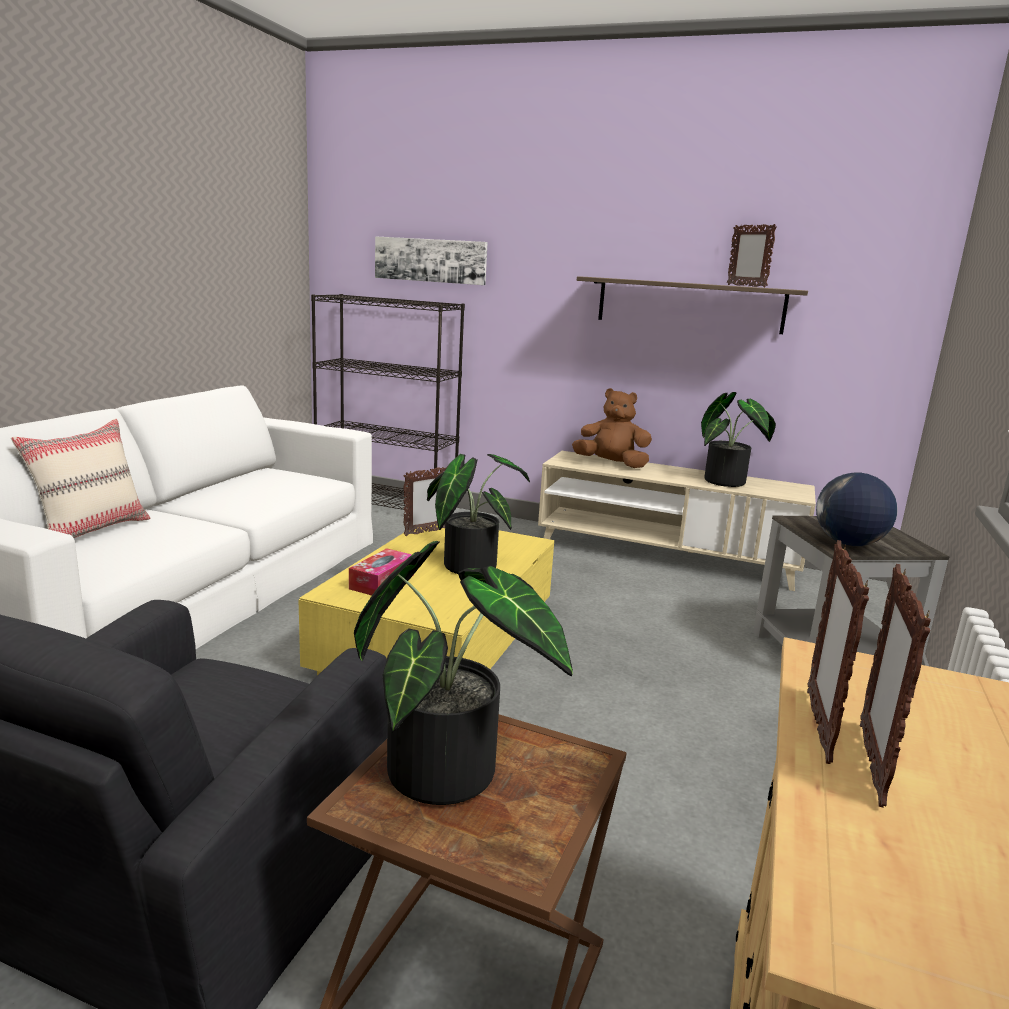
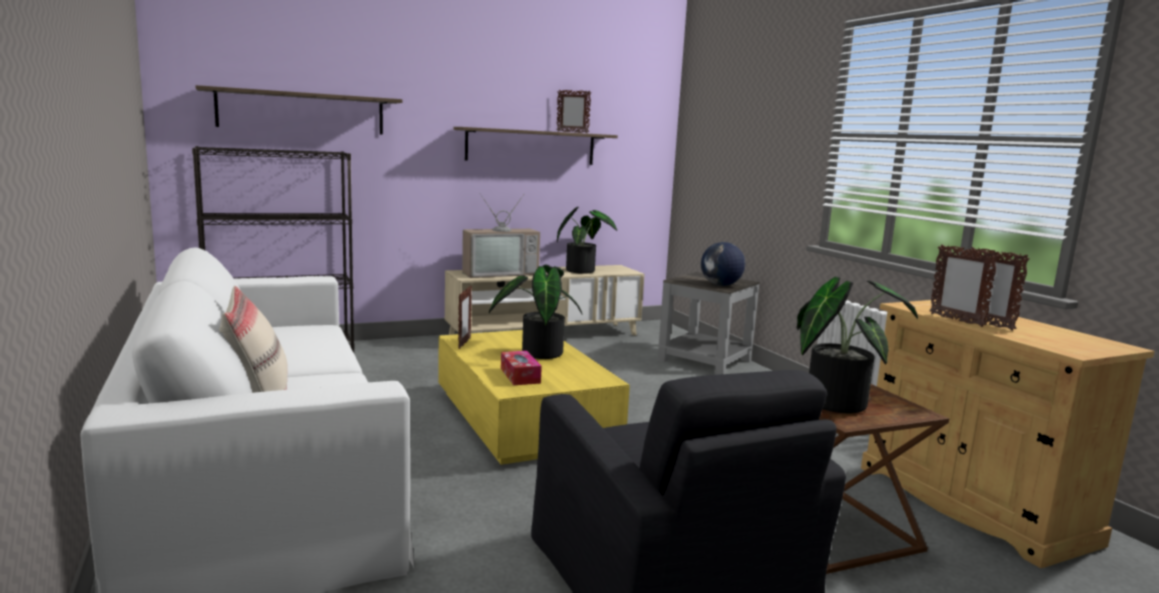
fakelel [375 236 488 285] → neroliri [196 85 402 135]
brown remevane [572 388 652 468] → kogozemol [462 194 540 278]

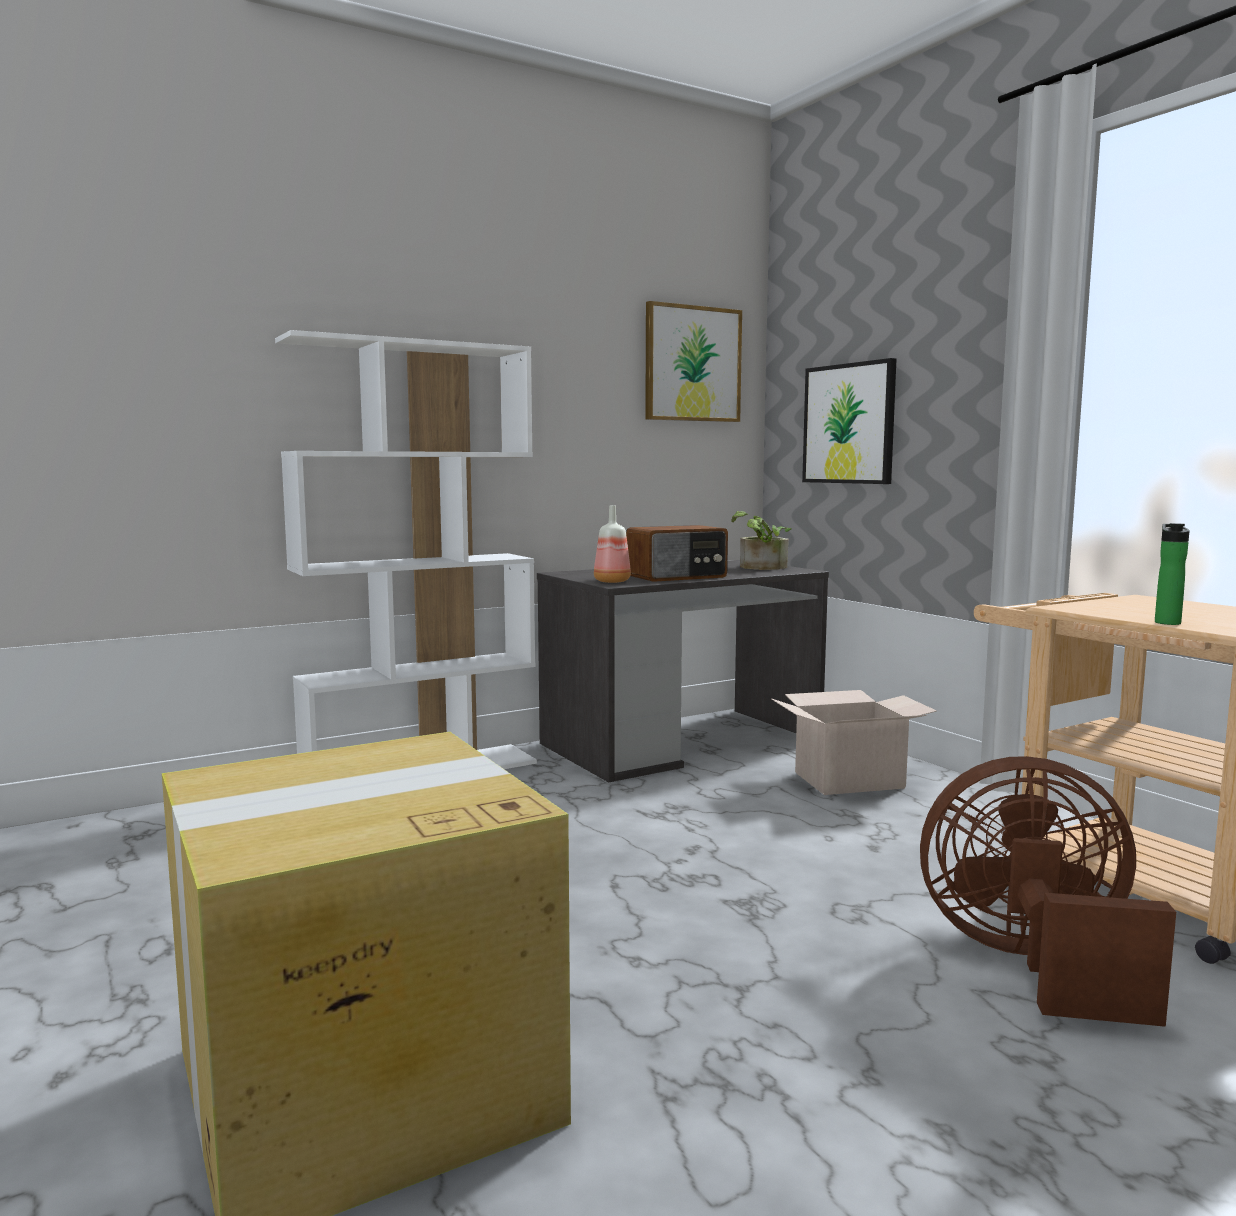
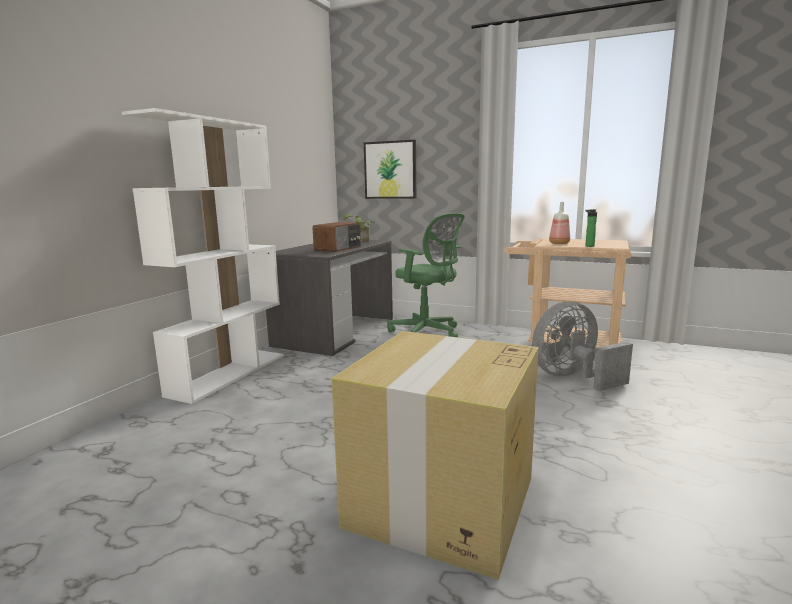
fakelel [645 301 742 422] → -
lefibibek [594 505 631 583] → lefibibek [549 202 570 244], relocated
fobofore [771 690 937 795] → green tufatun [387 213 465 337]
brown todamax [920 756 1176 1027] → grey todamax [532 302 633 391]

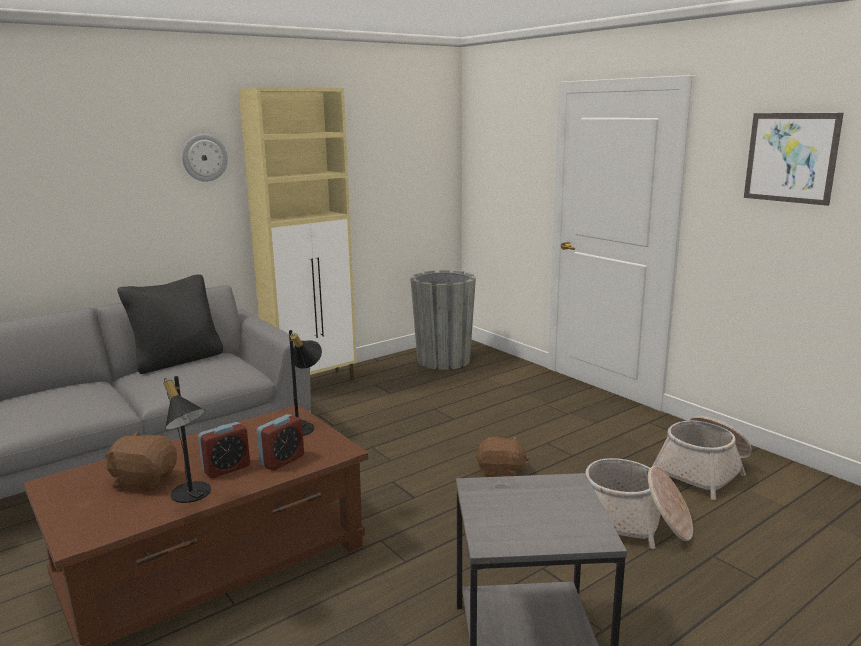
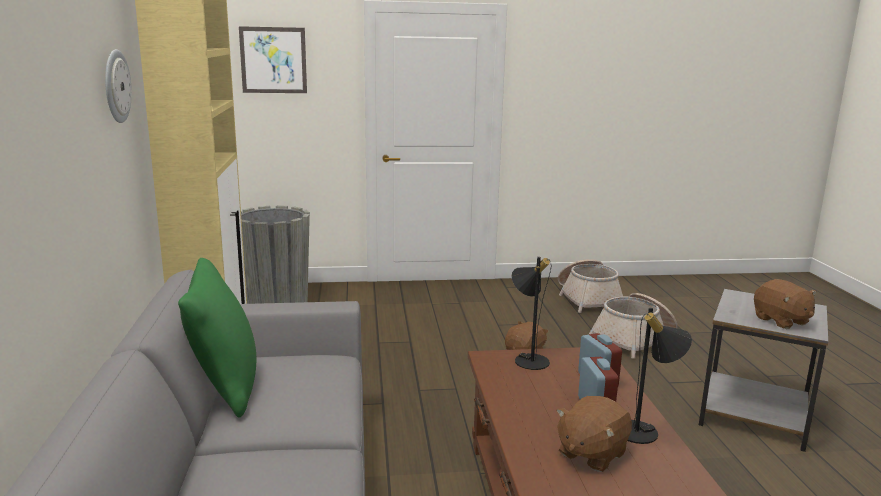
- → brown remevane [754 279 817 329]
fakelel [744 113 844 206] → fakelel [239 26 307 93], relocated
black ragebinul [117 274 223 374] → green ragebinul [178 258 256 417]

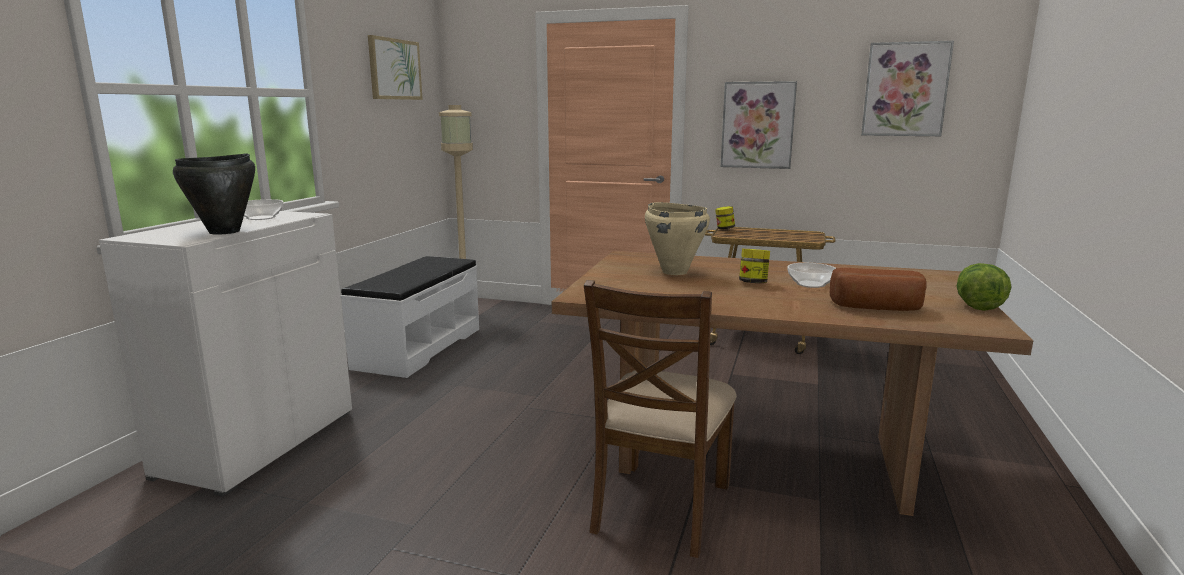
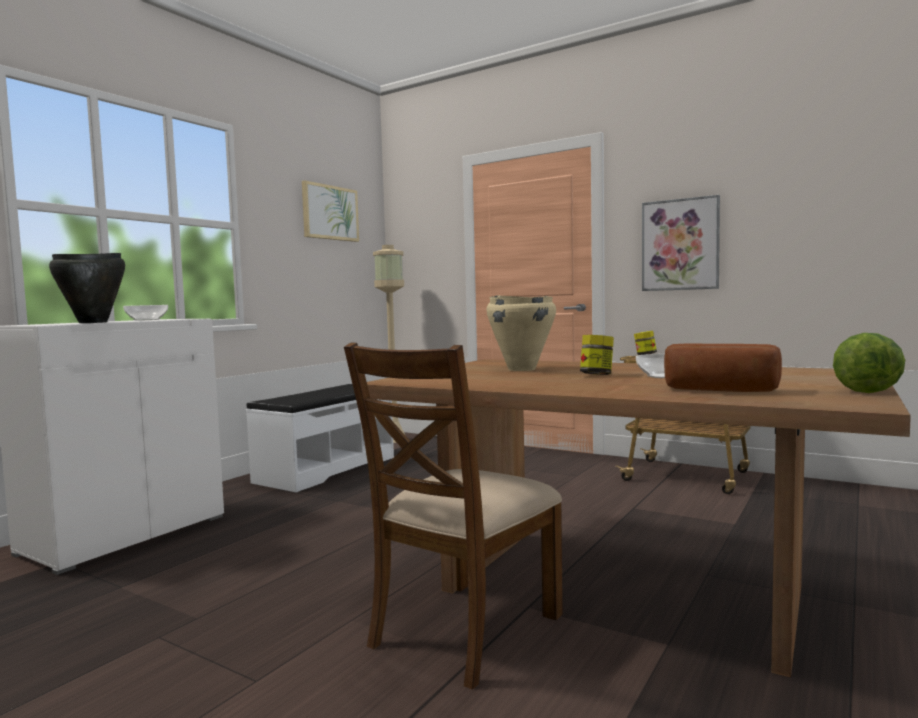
fakelel [861 41 954 136] → -

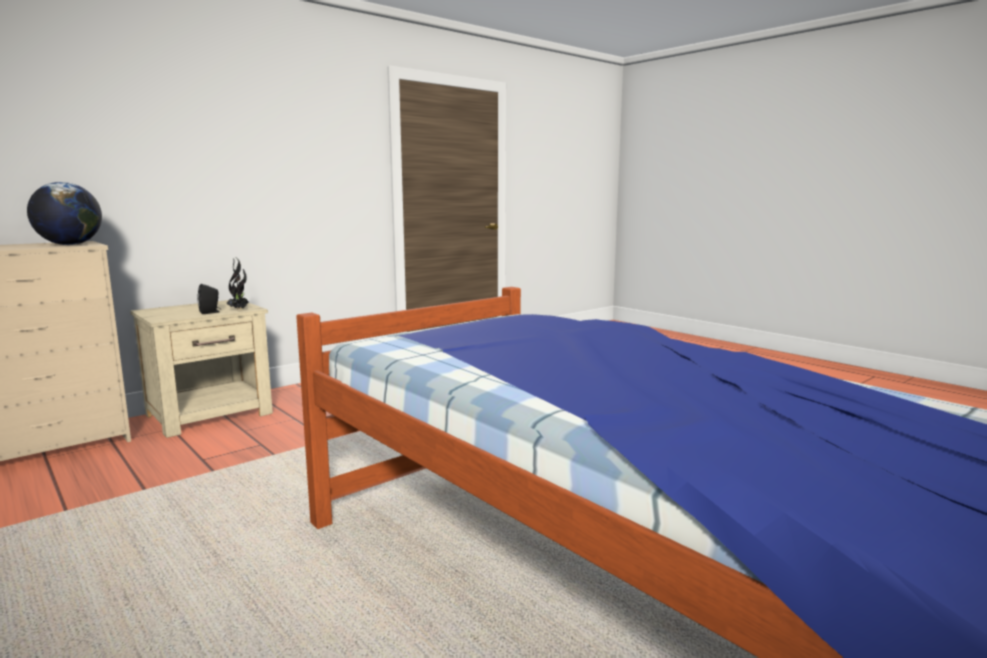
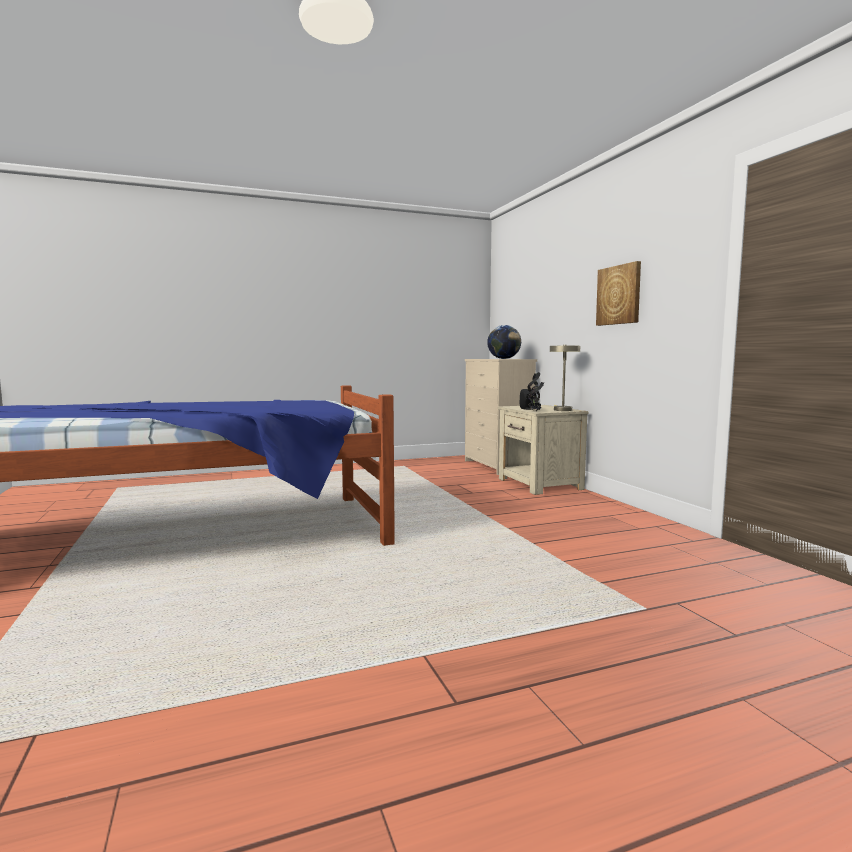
- → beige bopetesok [550 345 580 411]
- → fakelel [596 261 641 326]

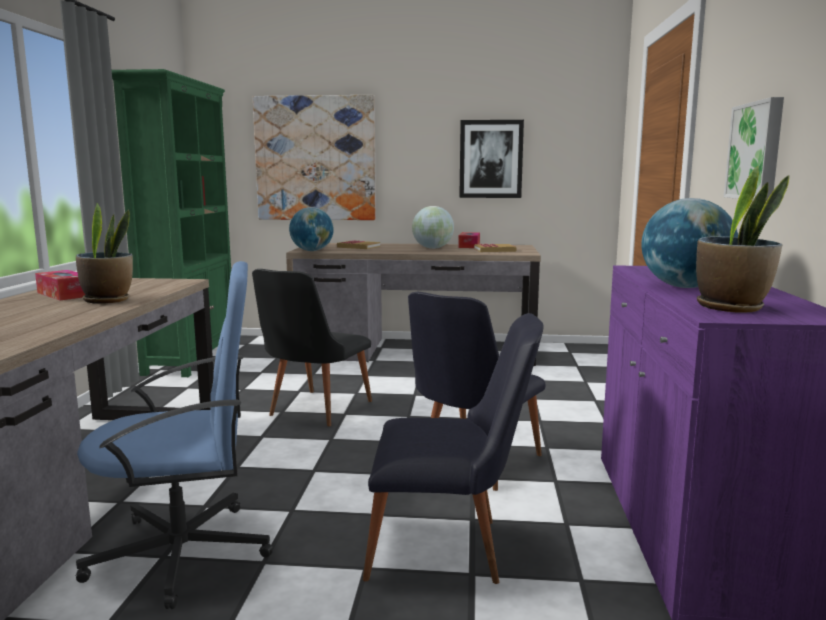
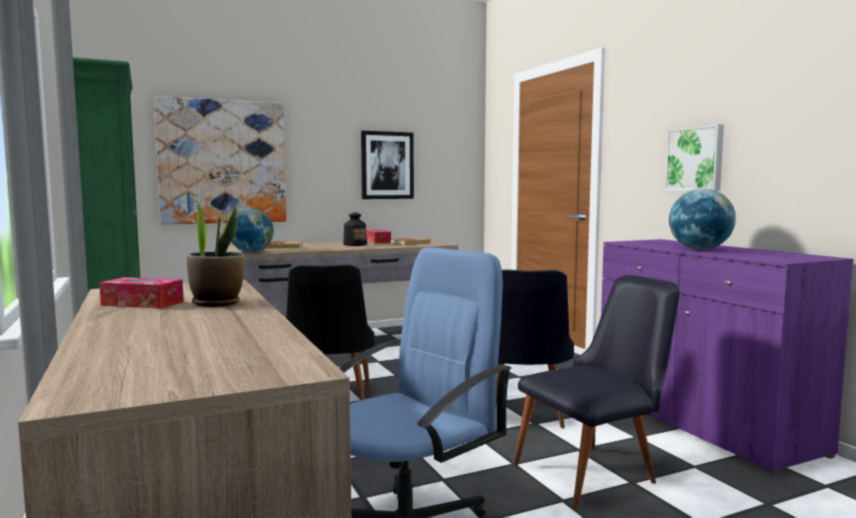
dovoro [696 166 790 313] → -
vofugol [412 206 454 249] → lefibibek [343 212 367 246]

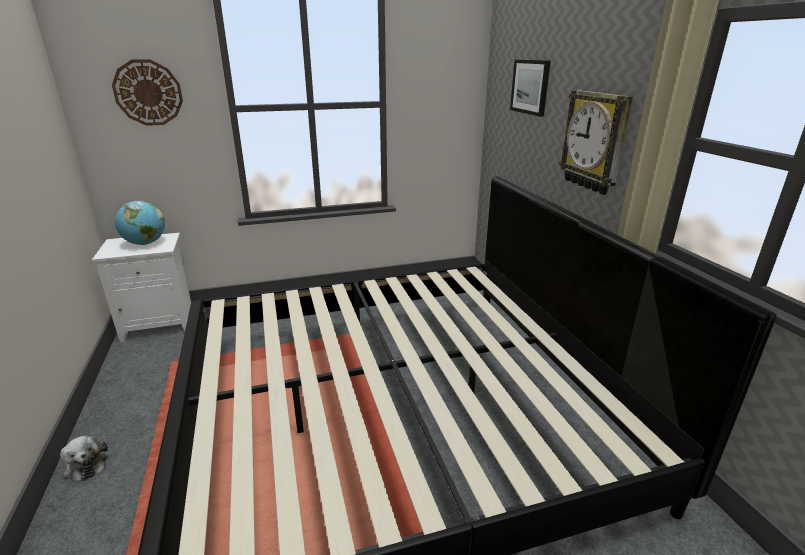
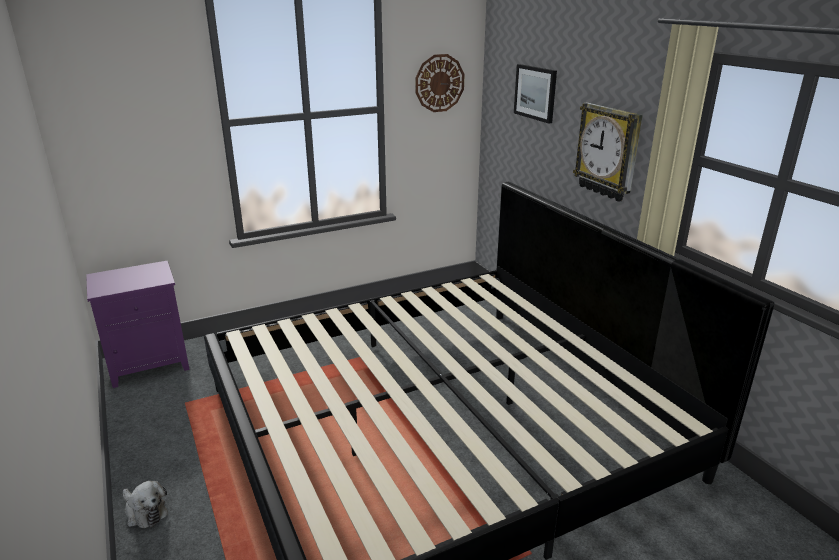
vofugol [115 201 165 245] → -
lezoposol [112 59 183 126] → lezoposol [415 54 464 112], relocated
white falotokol [92 233 191 342] → purple falotokol [86 261 190 388]

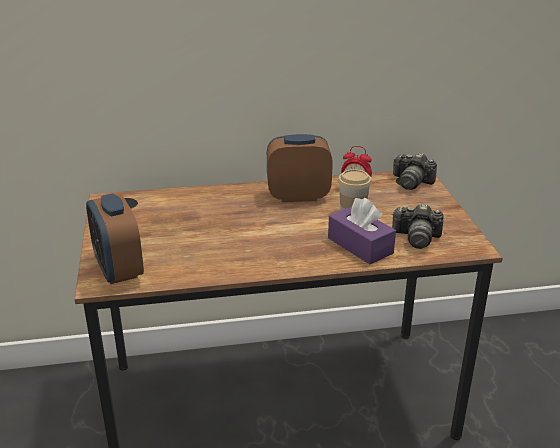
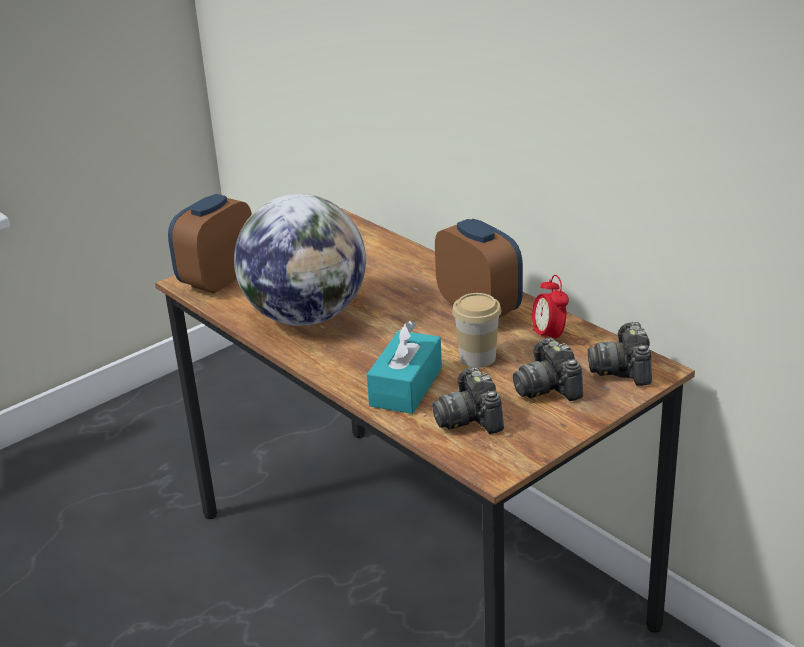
- → vofugol [234 194 366 326]
- → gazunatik [513 338 583 401]
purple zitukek [328 198 396 264] → turquoise zitukek [367 320 442 414]

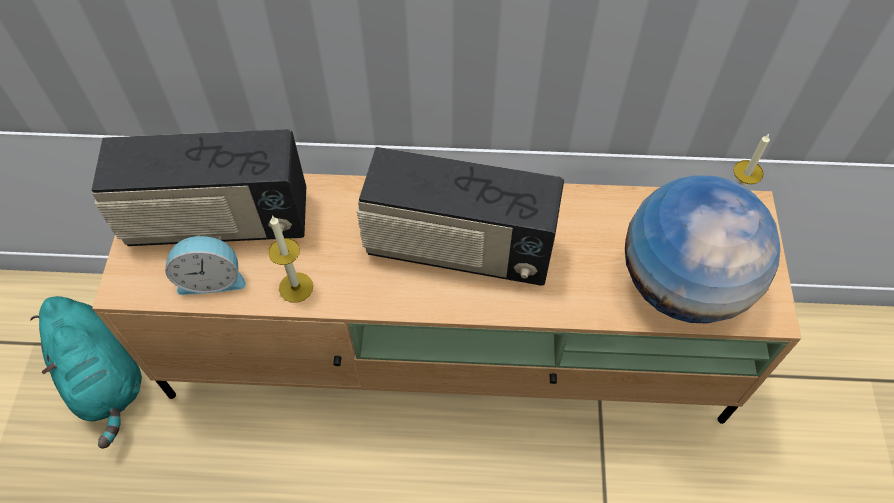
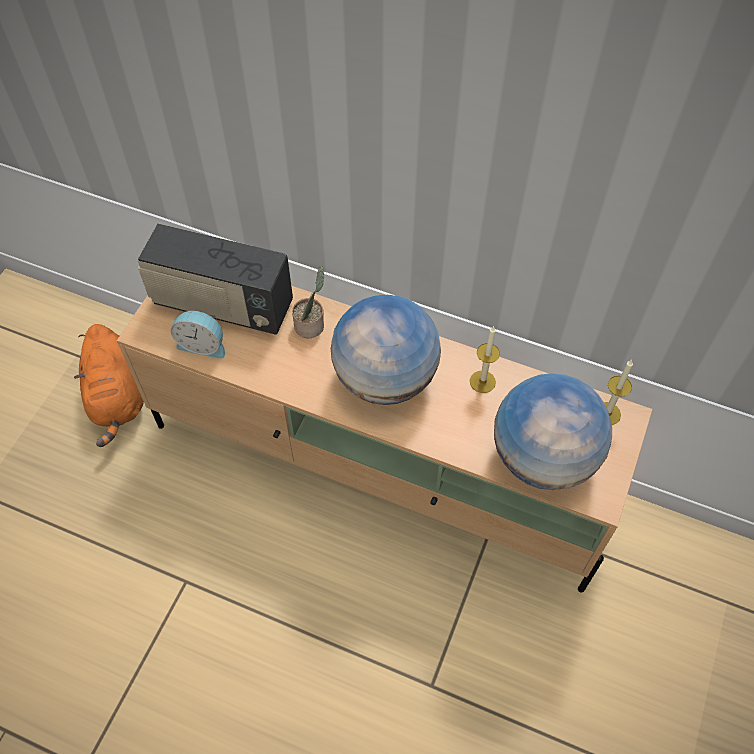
- → dovoro [292 266 324 338]
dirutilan [268 216 313 303] → dirutilan [470 326 500 393], relocated
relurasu [357 147 564 285] → vofugol [331 295 441 405]
turquoise remevane [30 296 142 448] → orange remevane [74 324 144 447]

